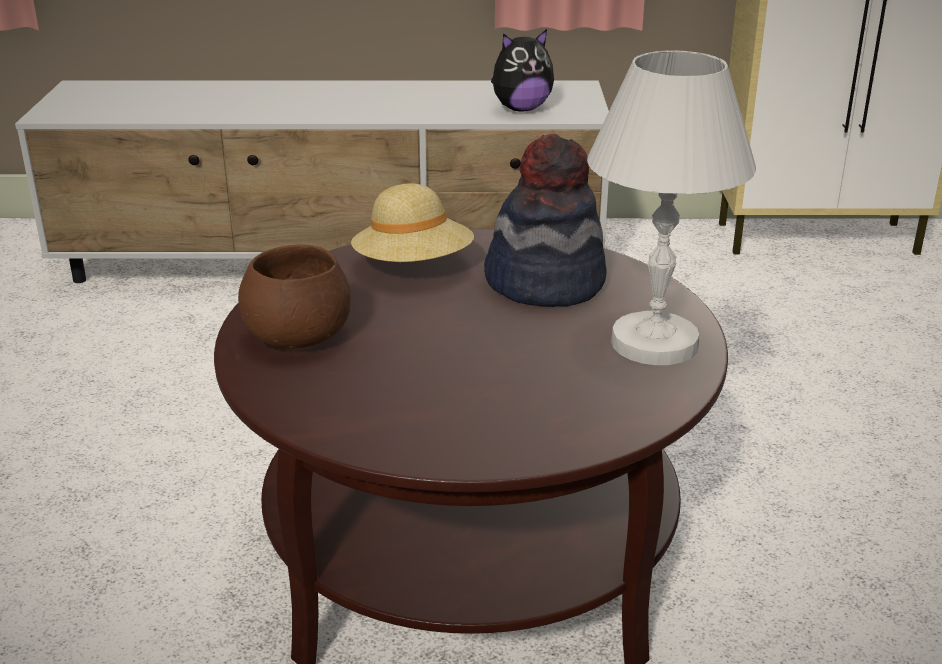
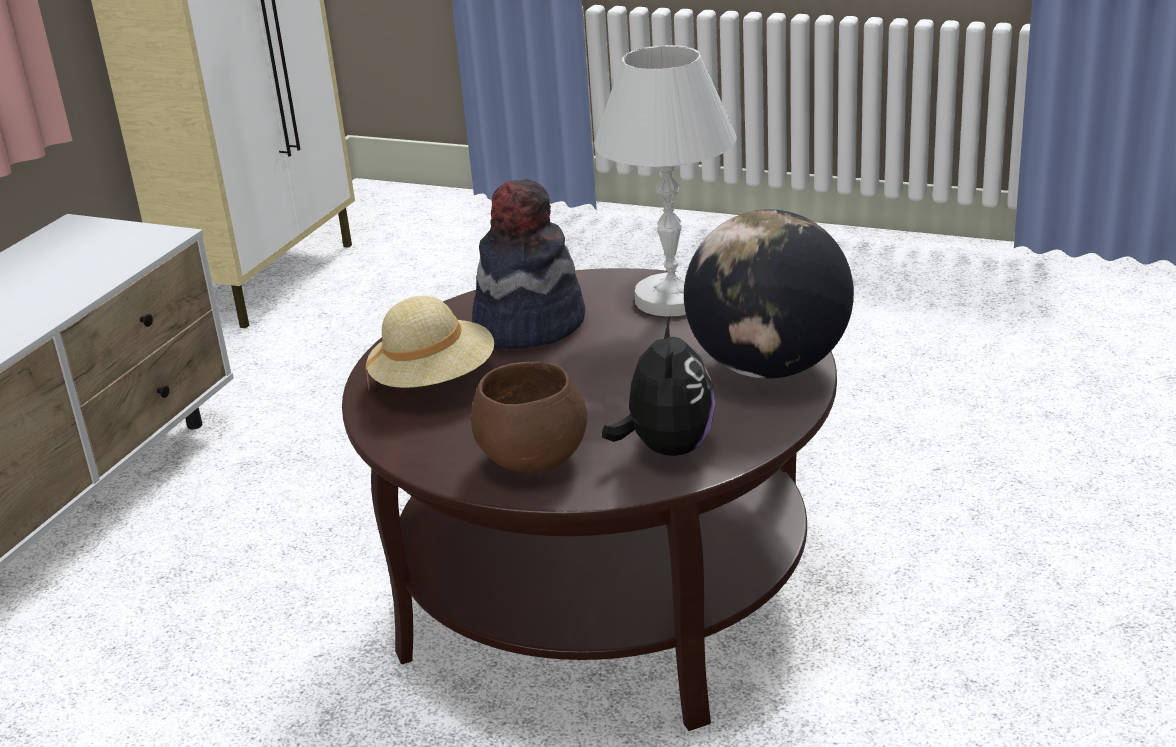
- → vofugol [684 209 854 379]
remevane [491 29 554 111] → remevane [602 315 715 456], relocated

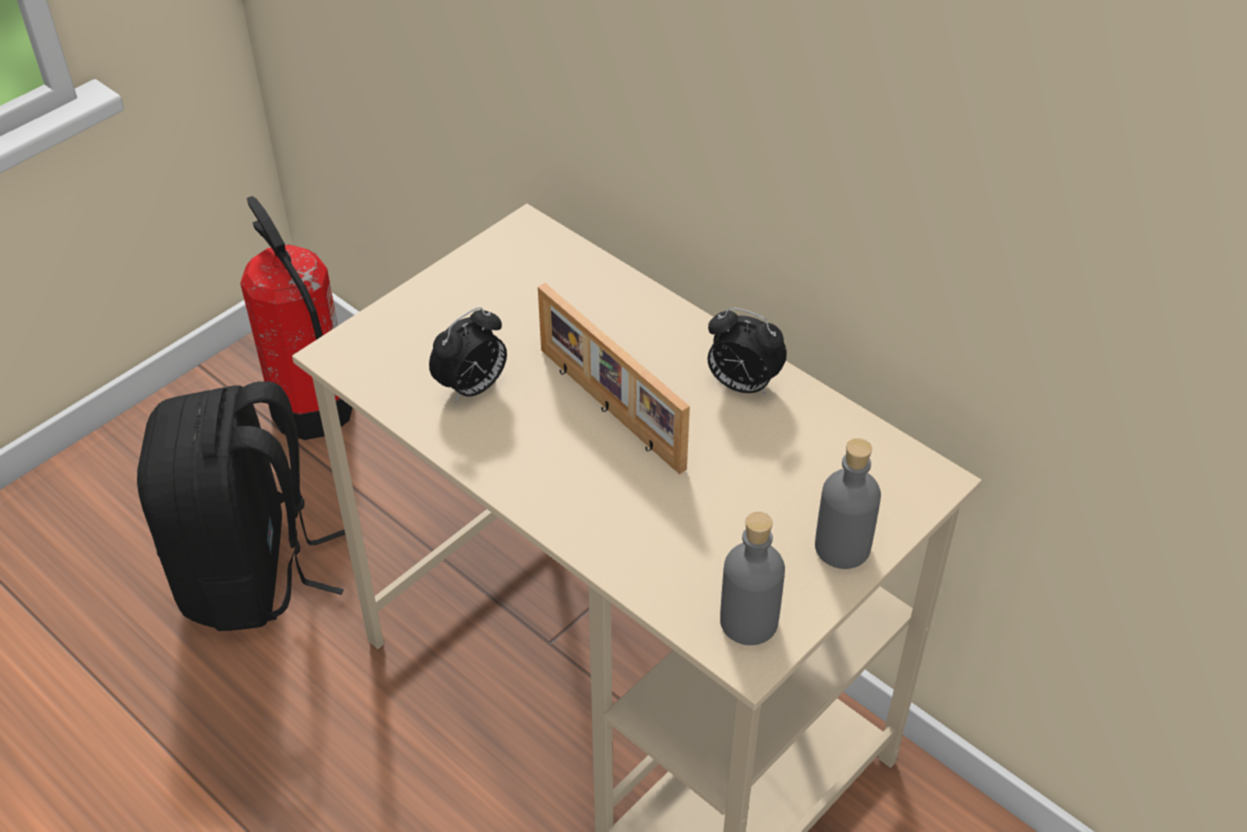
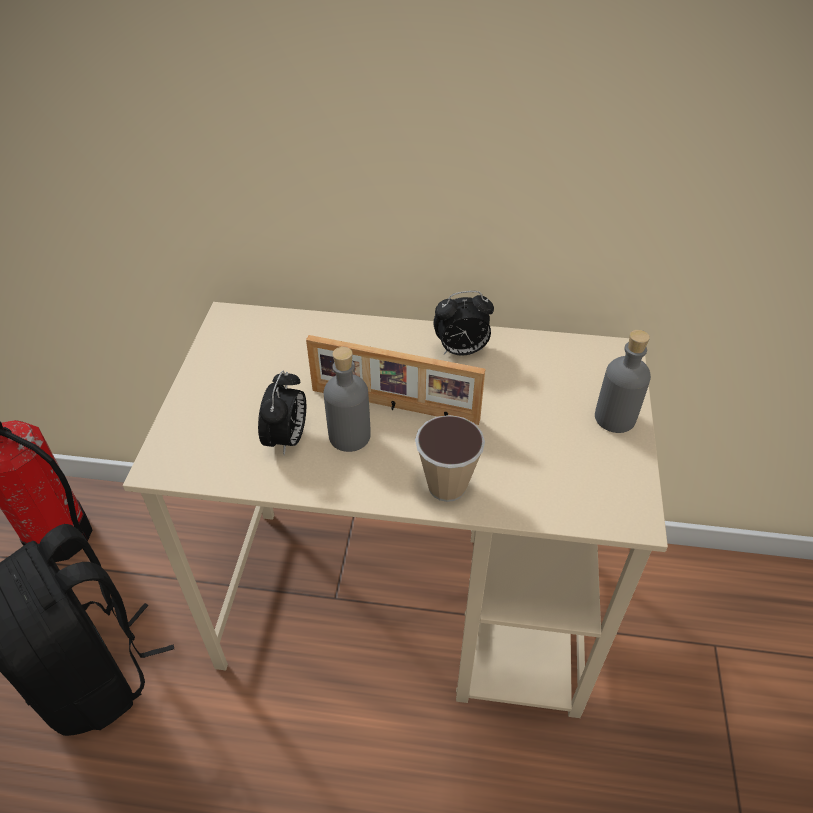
- → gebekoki [415 415 485 502]
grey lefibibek [720 512 785 645] → grey lefibibek [324 347 371 452], relocated

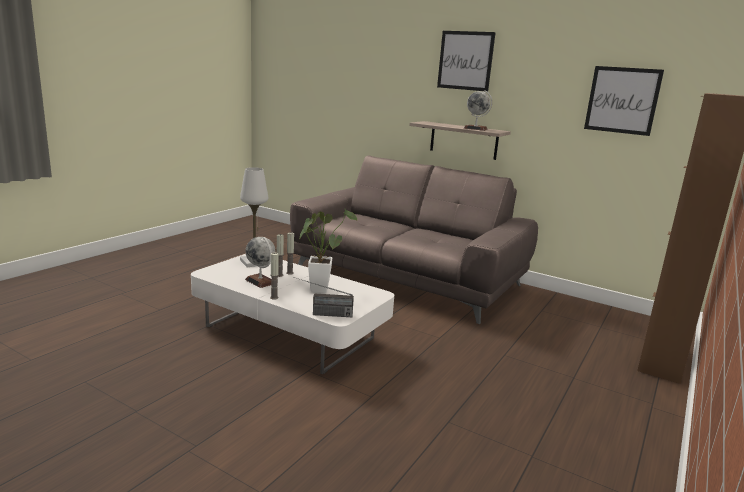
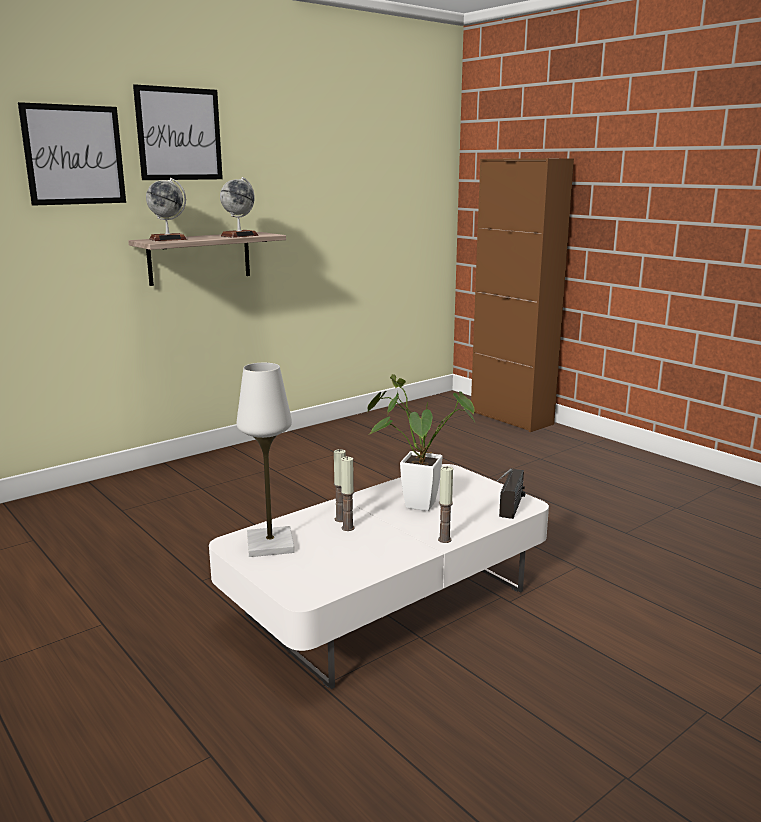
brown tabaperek [290 155 538 324] → -
vofugol [245 237 275 288] → vofugol [146 178 187 241], relocated
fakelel [584 66 664 136] → fakelel [18 102 126 206], relocated

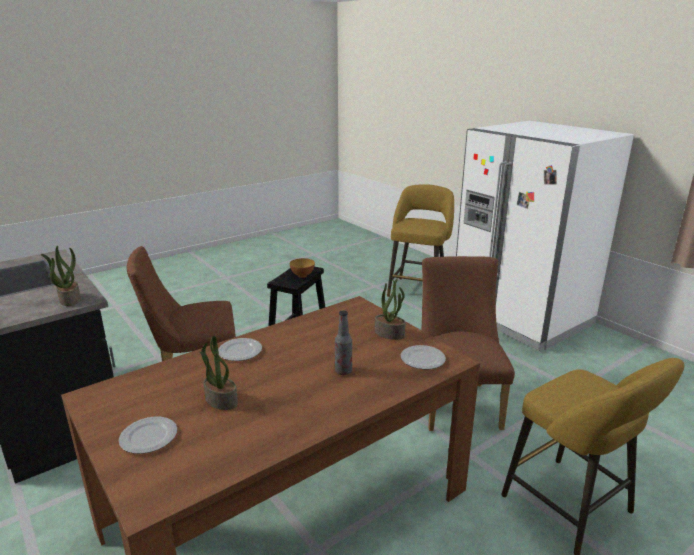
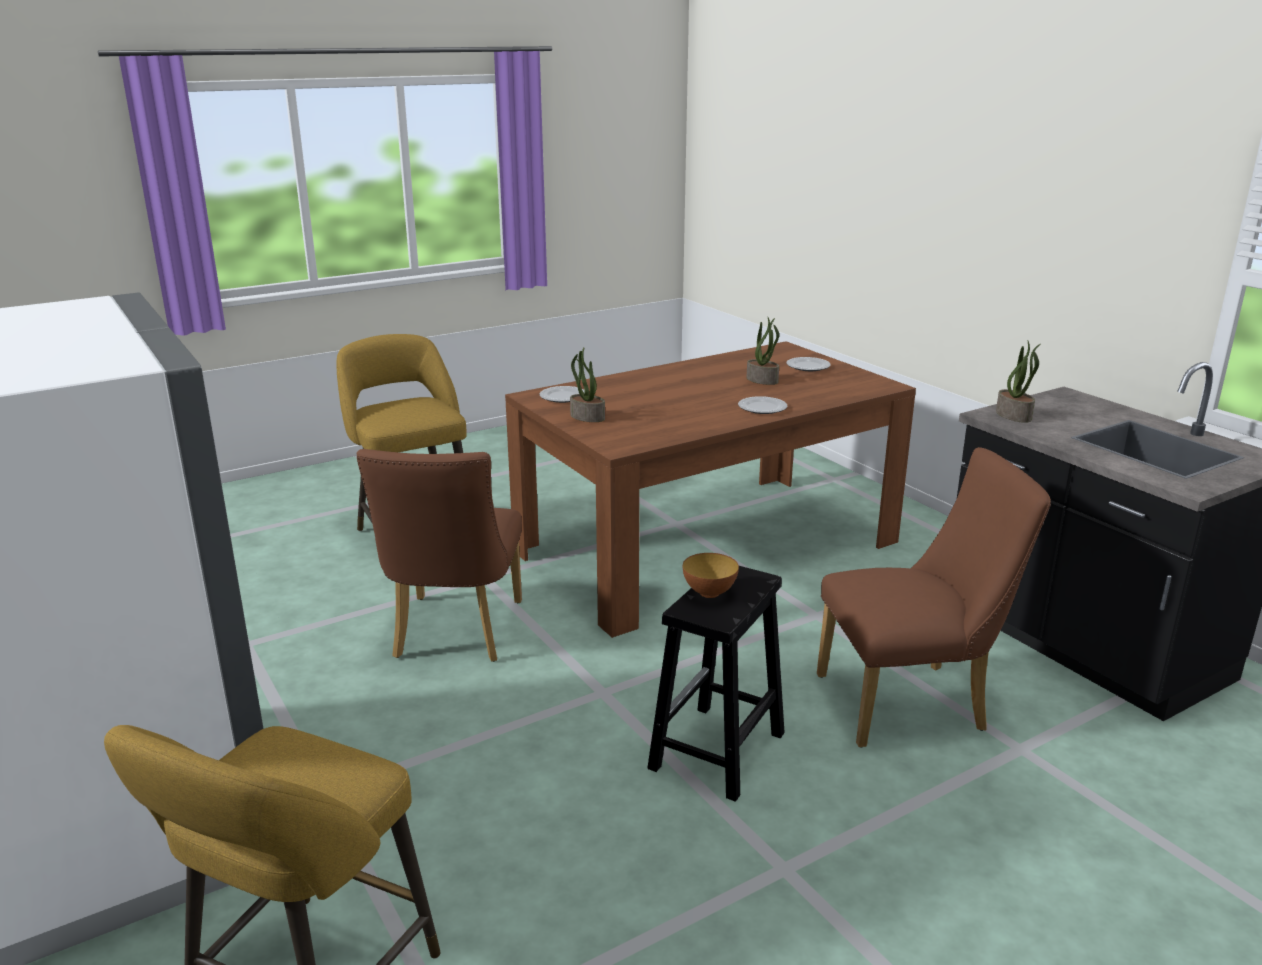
lefibibek [335 310 352 375] → -

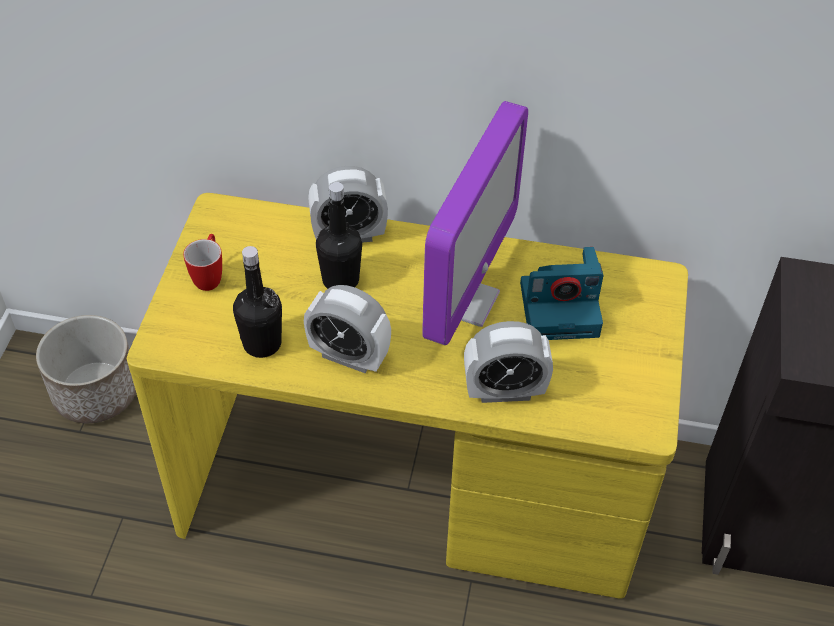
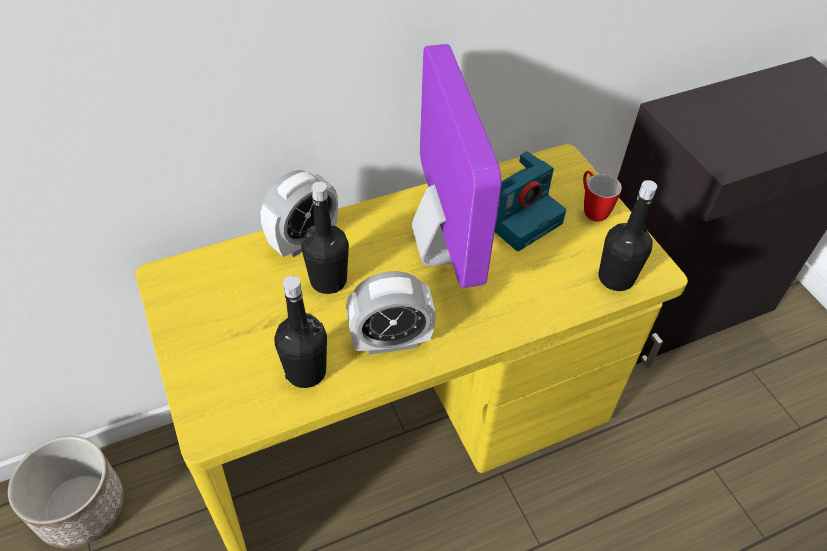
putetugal [464 321 553 403] → -
- → black lefibibek [598 180 657 291]
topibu [183 234 222 291] → topibu [583 171 622 222], relocated

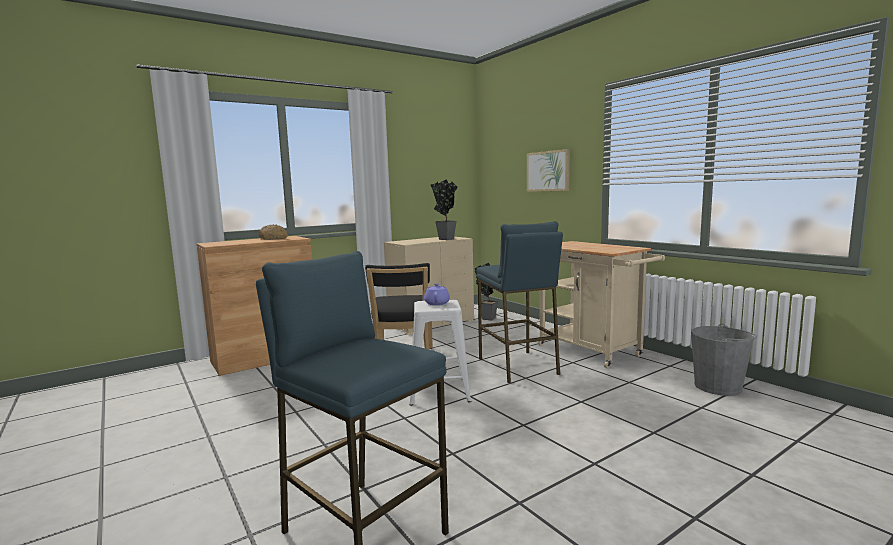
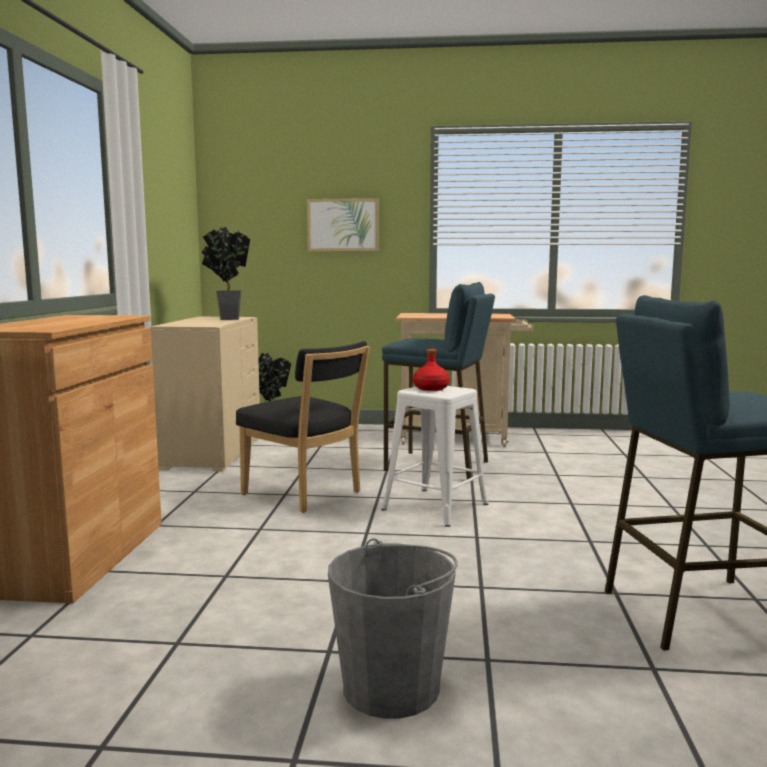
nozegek [259 224 287 240] → -
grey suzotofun [691 324 757 396] → grey suzotofun [328 538 457 719], relocated
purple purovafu [424 284 450 305] → red lefibibek [413 349 450 391]

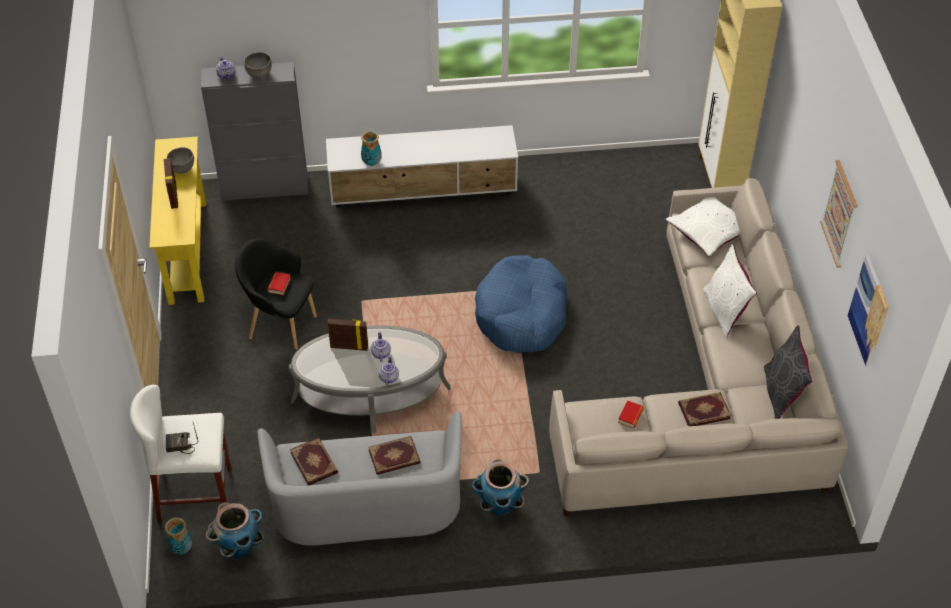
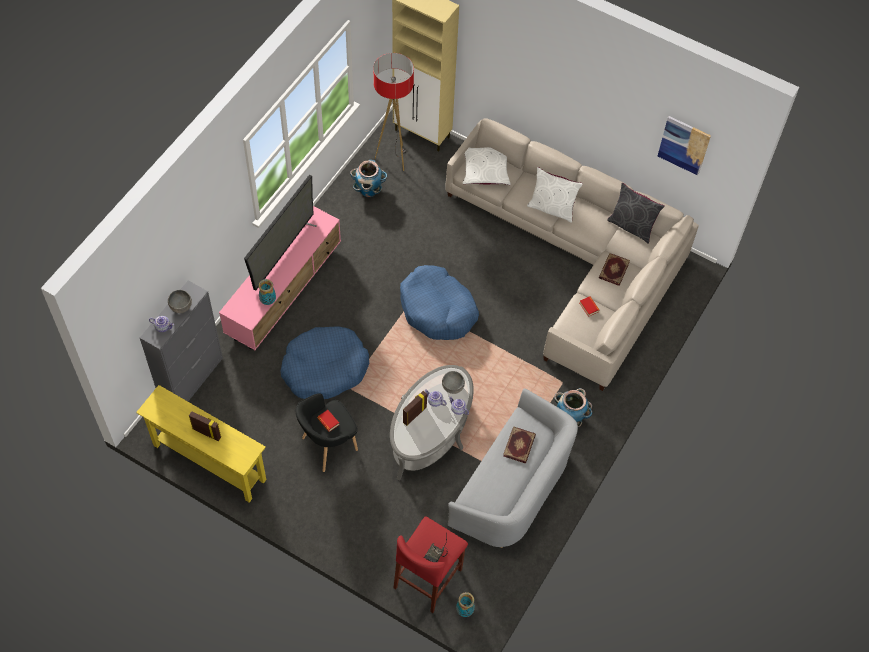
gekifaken [290 438 338 486] → -
fakelel [820 160 858 268] → -
- → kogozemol [244 175 317 290]
- → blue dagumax [281 326 369 399]
- → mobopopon [373 53 414 171]
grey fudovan [167 147 194 174] → grey fudovan [442 371 465 394], relocated
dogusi [206 502 264 558] → dogusi [350 160 387 197], relocated
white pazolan [130 385 231 522] → red pazolan [394 517 468 613]
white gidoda [326 125 518 207] → pink gidoda [219 206 341 350]

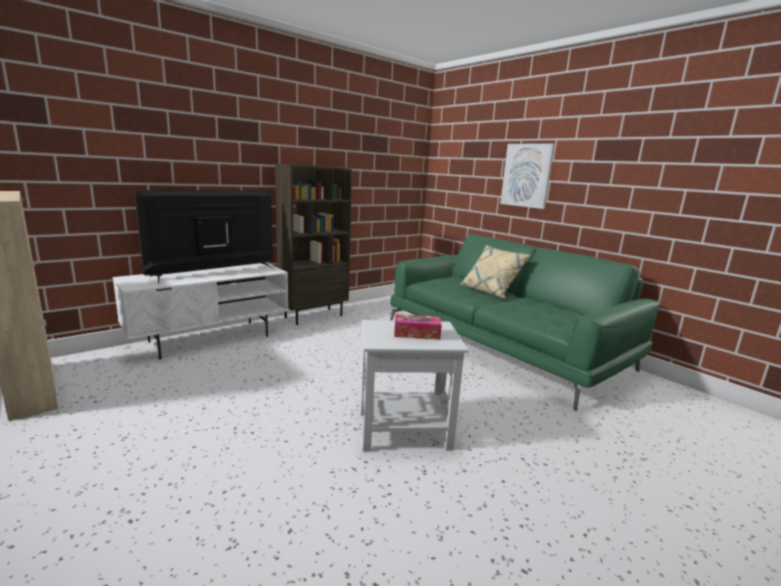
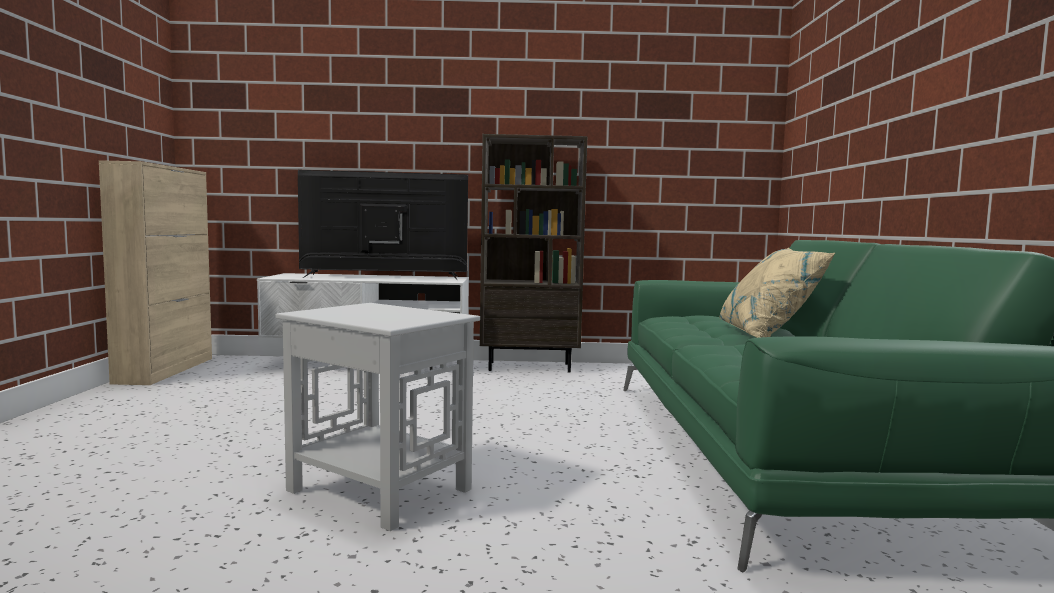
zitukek [394 314 442 340] → -
fakelel [500 143 555 209] → -

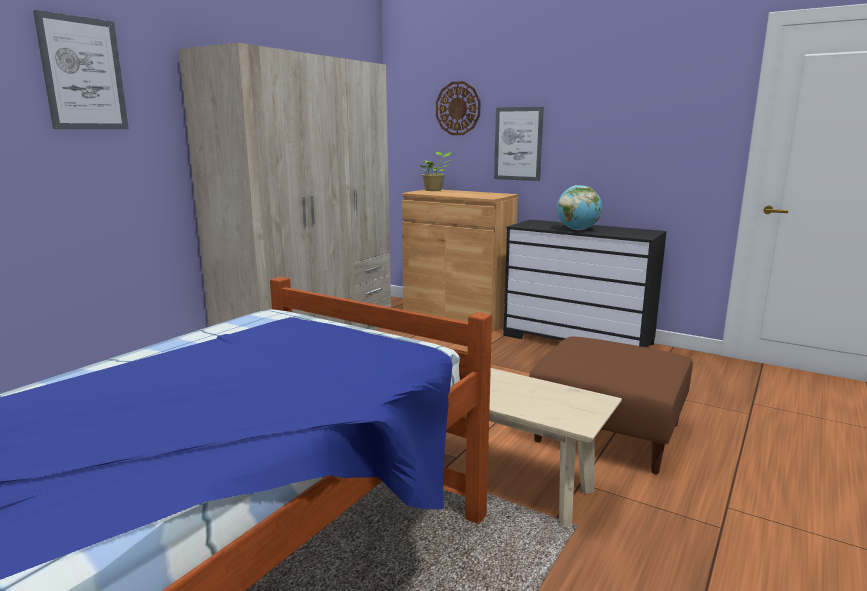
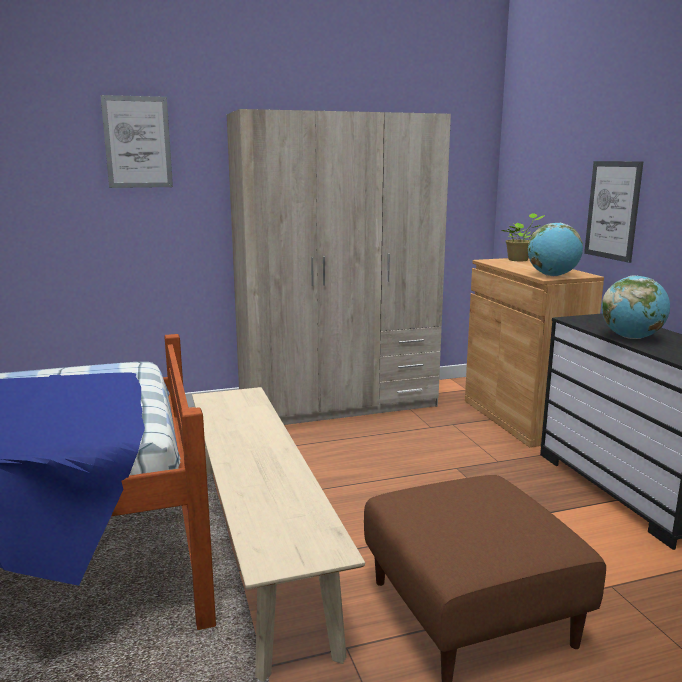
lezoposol [436 81 481 135] → -
- → vofugol [528 223 583 276]

